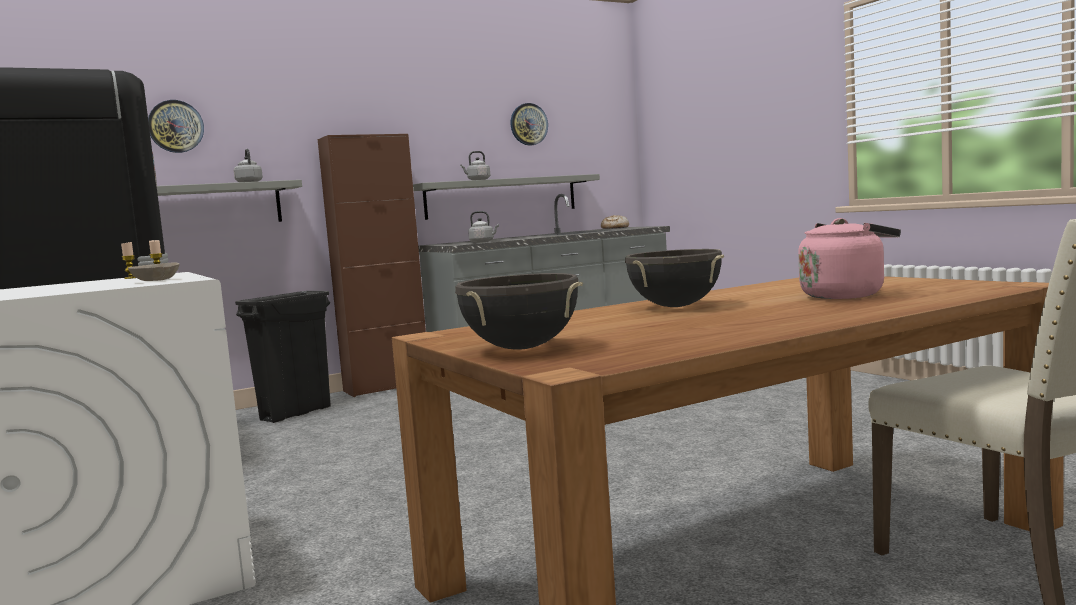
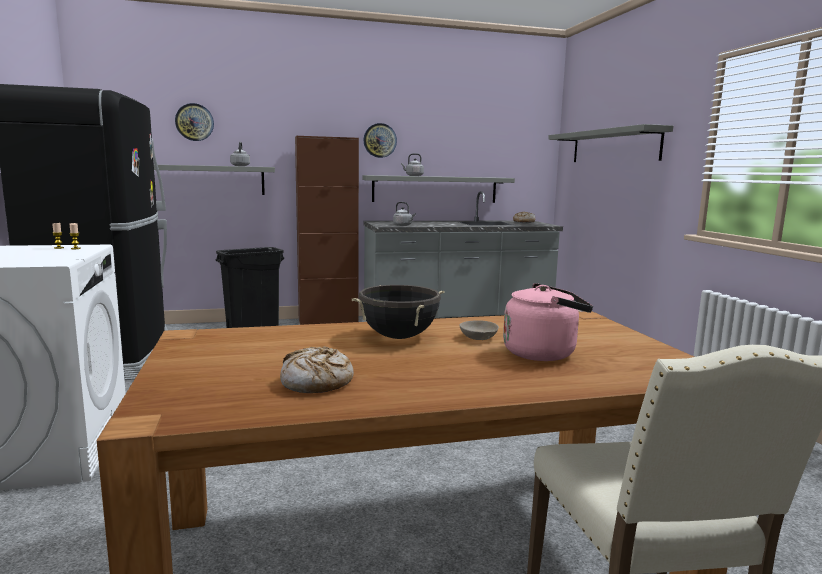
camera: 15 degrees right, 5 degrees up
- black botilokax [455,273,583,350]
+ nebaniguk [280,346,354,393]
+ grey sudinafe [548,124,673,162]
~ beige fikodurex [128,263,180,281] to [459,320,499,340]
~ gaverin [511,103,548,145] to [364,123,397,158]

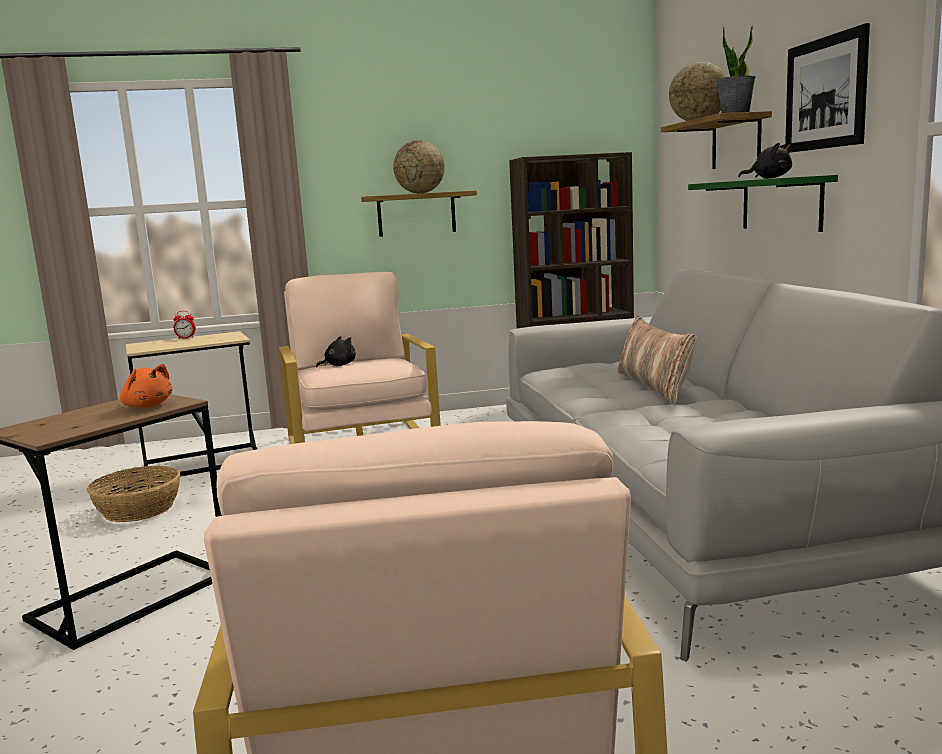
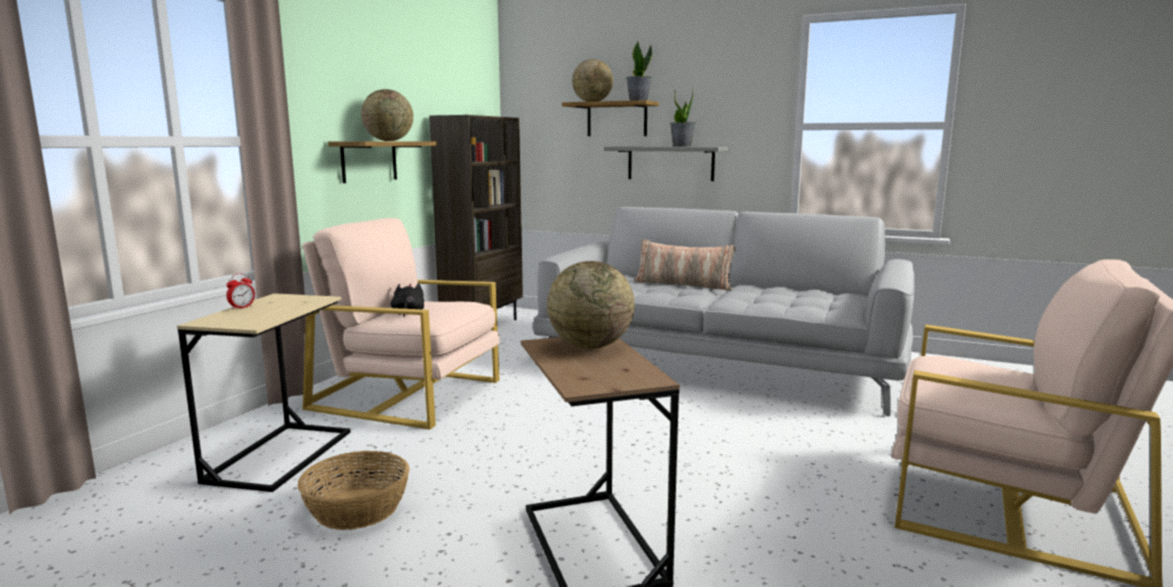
camera: 55 degrees left, 0 degrees up
- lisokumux [785,23,870,153]
~ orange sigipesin [120,364,173,408] to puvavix [547,261,634,349]
~ black sigipesin [738,143,792,179] to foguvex [670,89,696,147]
~ green sudinafe [688,175,838,232] to grey sudinafe [604,146,728,181]

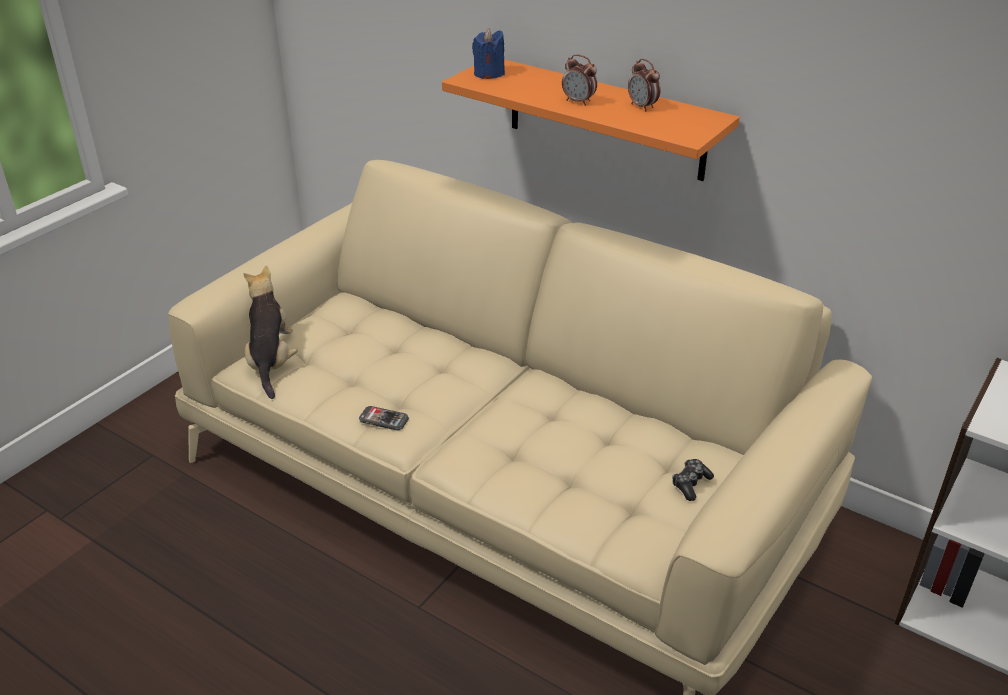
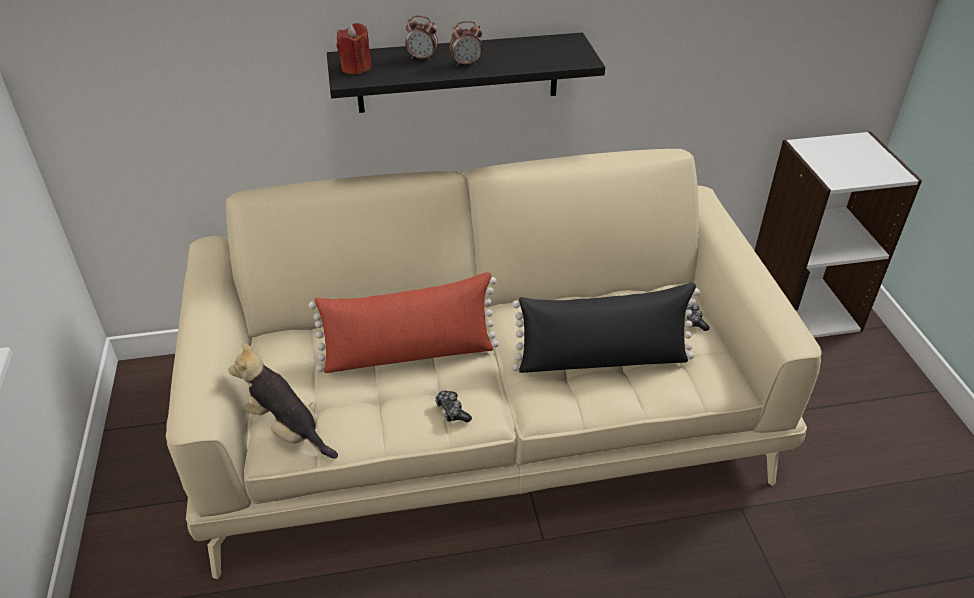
camera: 45 degrees left, 5 degrees up
+ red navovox [309,272,499,373]
+ black navovox [512,283,700,373]
~ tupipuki [628,59,660,111] to [405,16,438,61]
~ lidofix [359,406,409,431] to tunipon [435,390,472,422]
~ orange sudinafe [442,59,740,181] to black sudinafe [327,33,605,113]
~ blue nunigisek [472,29,505,79] to red nunigisek [337,23,371,74]

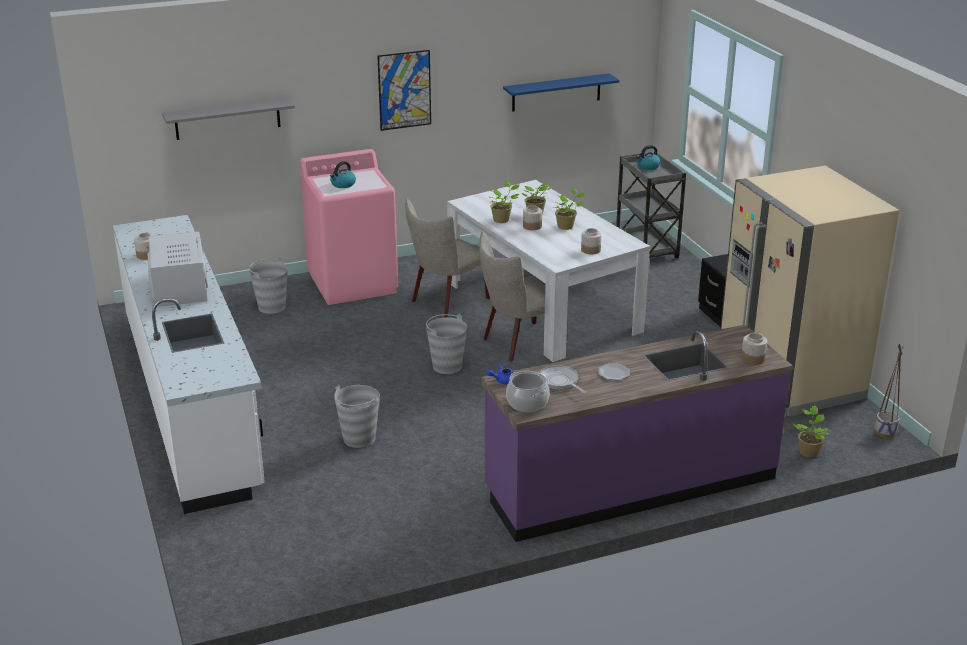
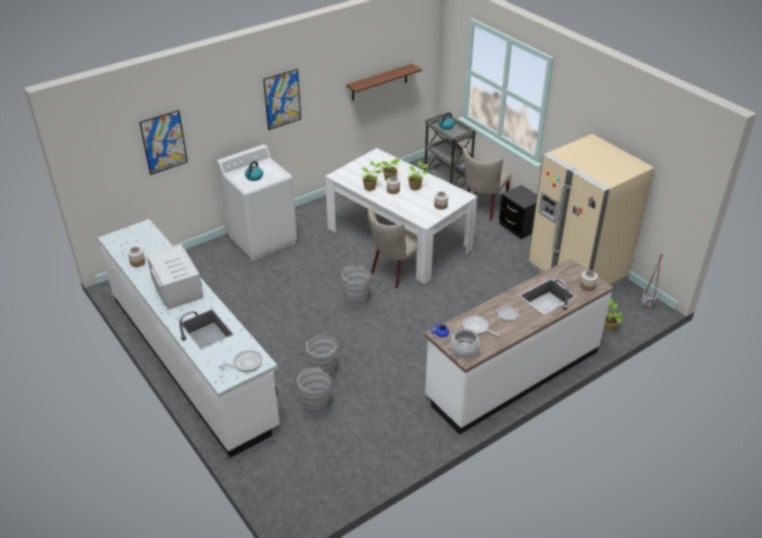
camera: 15 degrees left, 10 degrees up
+ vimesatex [219,350,262,372]
~ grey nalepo [249,257,288,314] to [297,366,331,415]
~ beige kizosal [405,199,490,317] to [463,147,511,220]
~ grey sudinafe [162,98,295,140] to lisokumux [139,110,188,175]
~ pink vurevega [300,149,398,305] to white vurevega [217,144,297,260]
~ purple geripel [482,325,793,542] to white geripel [425,258,613,434]
~ blue sudinafe [503,73,620,112] to brown sudinafe [346,64,422,100]

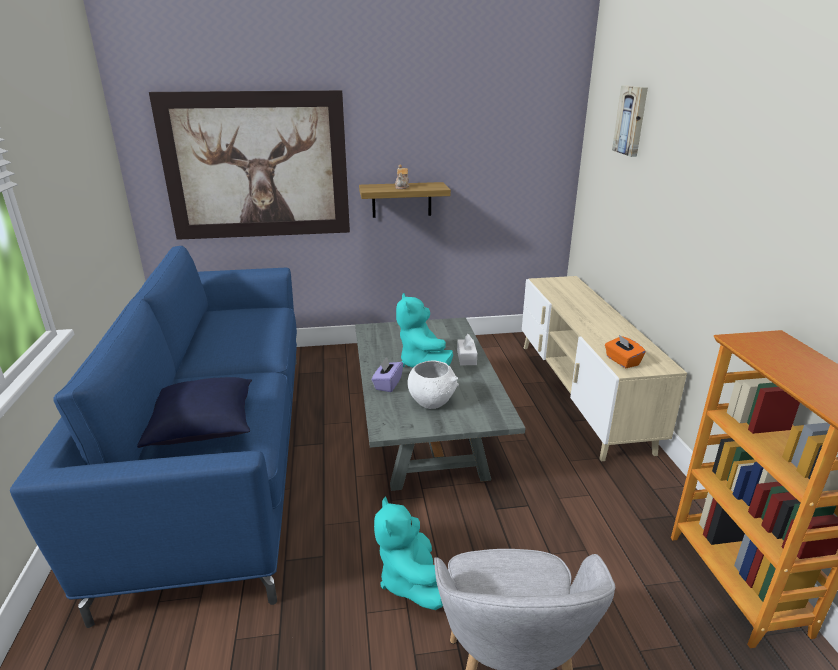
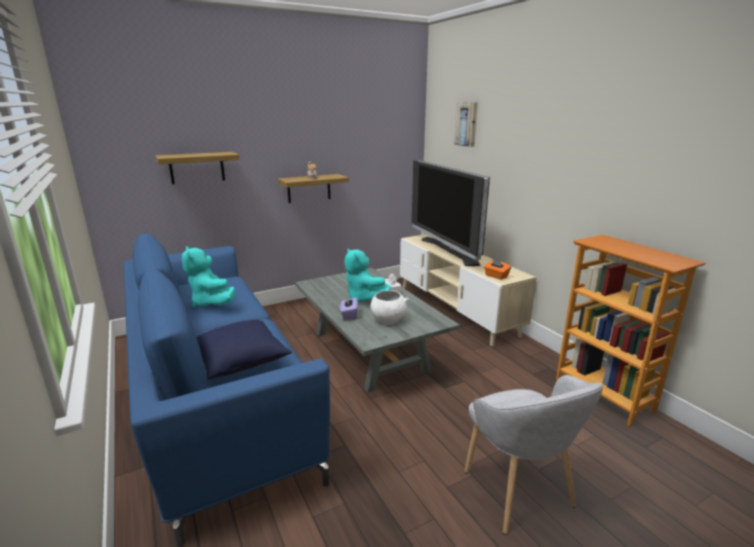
camera: 20 degrees left, 5 degrees down
+ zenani [412,160,490,266]
~ turquoise sigipesin [374,497,443,610] to [182,246,235,308]
~ lisokumux [149,90,350,240] to sudinafe [155,152,240,184]

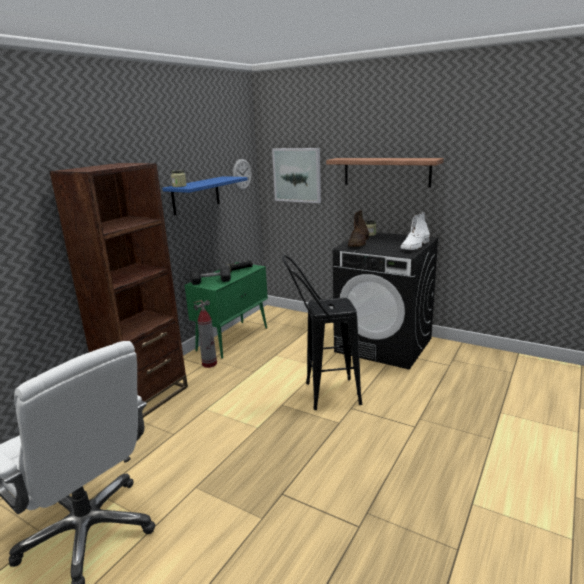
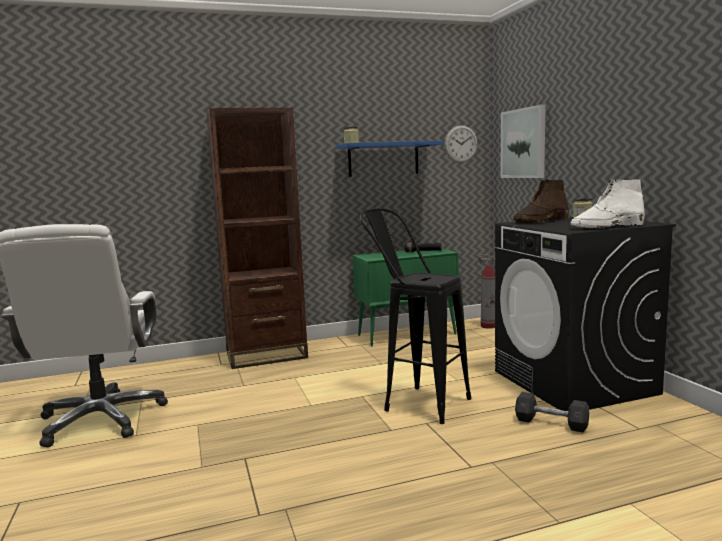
camera: 40 degrees right, 10 degrees down
- sudinafe [326,158,444,188]
~ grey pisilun [190,265,231,285] to [515,392,589,432]
~ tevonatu [193,300,217,368] to [479,254,495,329]

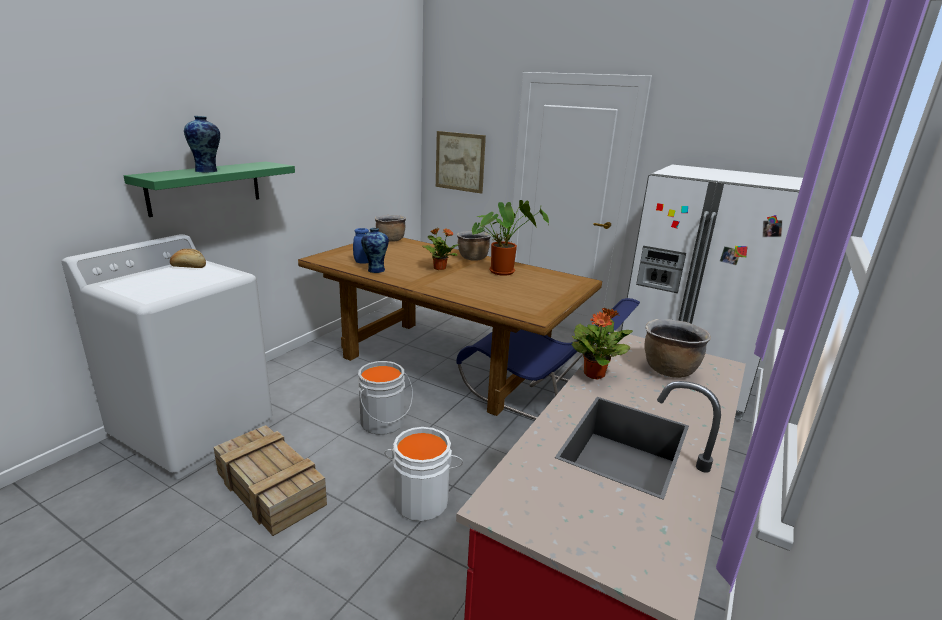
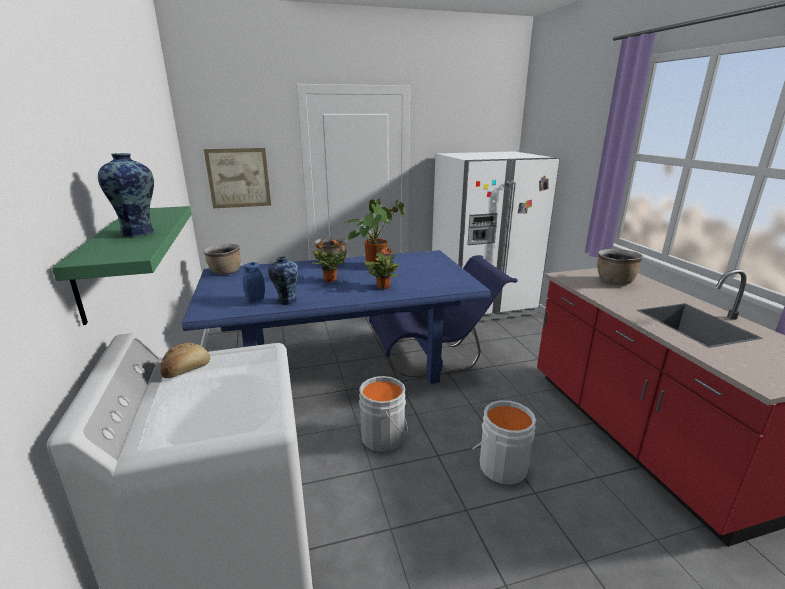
camera: 45 degrees left, 0 degrees up
- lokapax [213,425,327,536]
~ foguvex [572,308,633,380] to [365,245,399,289]
~ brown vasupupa [298,238,602,416] to blue vasupupa [182,250,491,384]

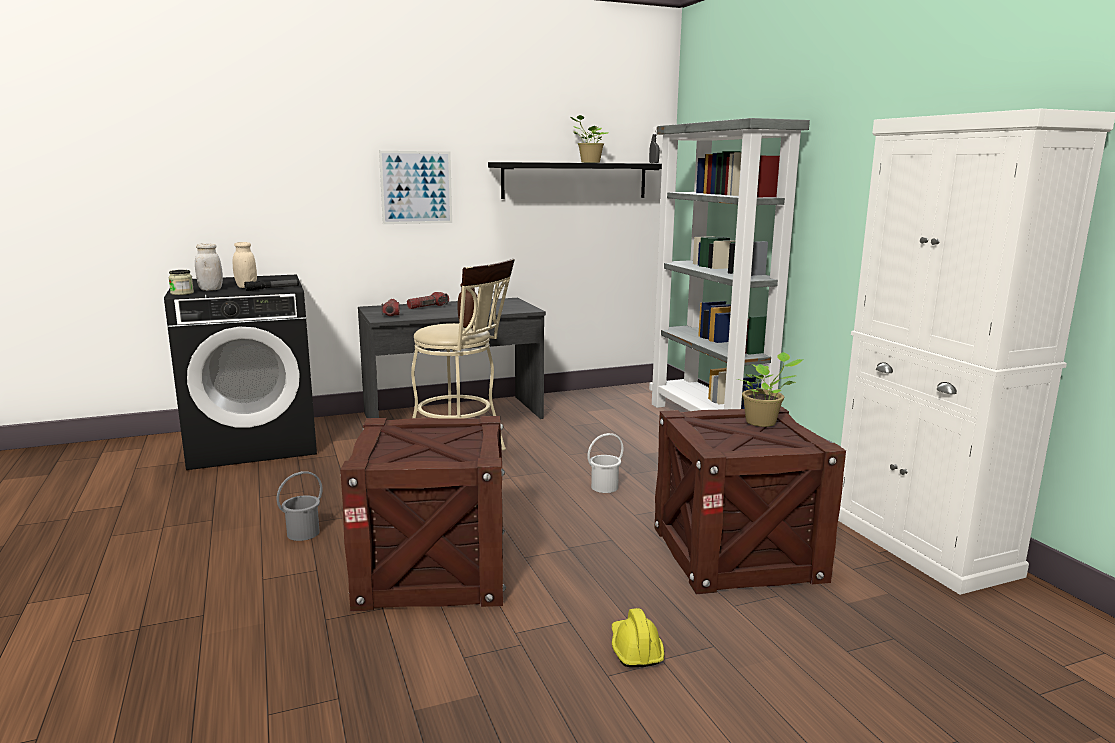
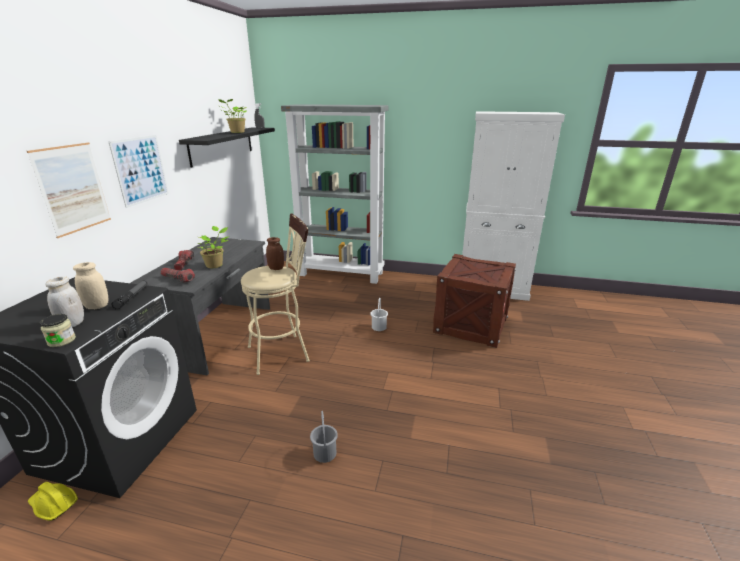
camera: 55 degrees left, 10 degrees up
- lokapax [340,416,506,612]
+ lisokumux [27,142,111,238]
~ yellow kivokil [612,608,664,667] to [28,482,78,521]
~ foguvex [742,352,804,427] to [197,226,228,268]

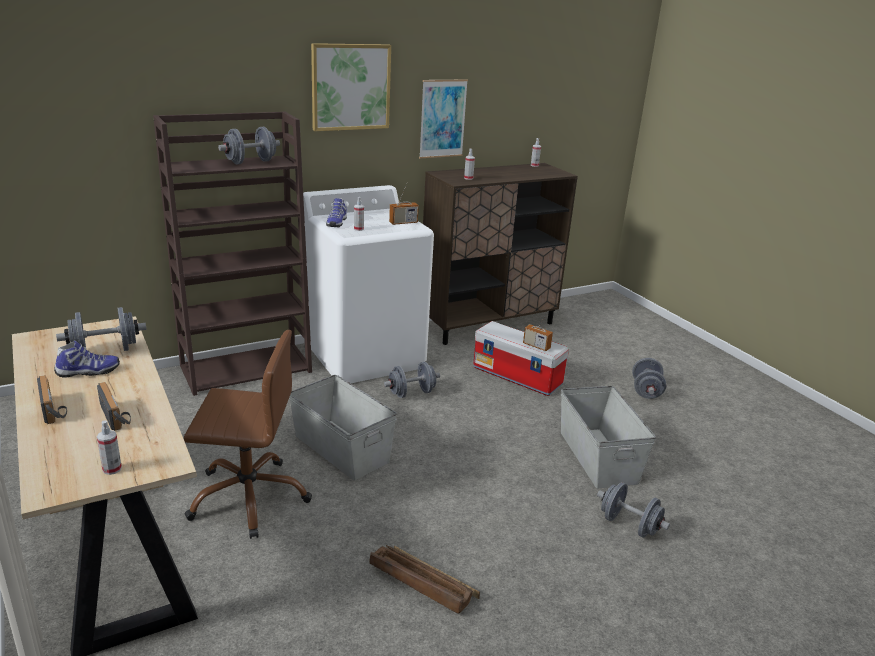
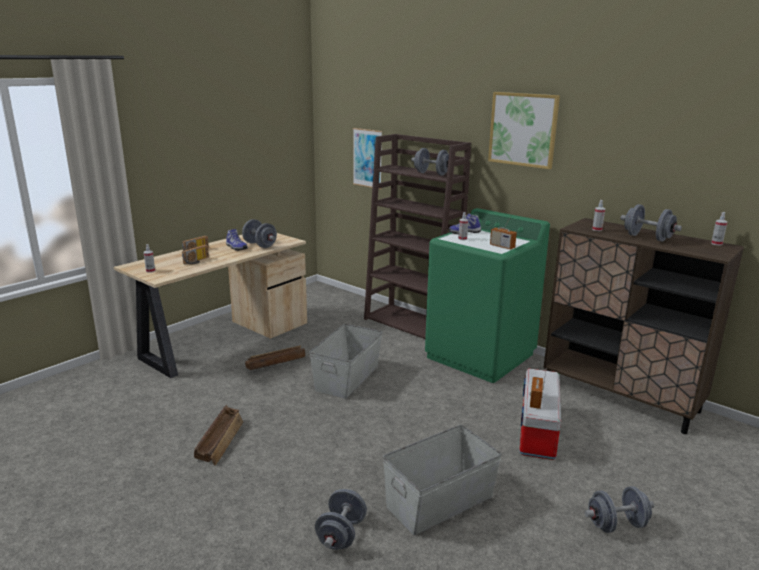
camera: 70 degrees right, 5 degrees down
~ grey pisilun [384,362,440,398] to [620,204,682,242]
~ lisokumux [419,79,468,158] to [353,128,382,189]
~ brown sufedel [184,330,312,539] to lokapax [245,346,305,370]
~ white vurevega [303,185,434,383] to green vurevega [425,208,550,383]

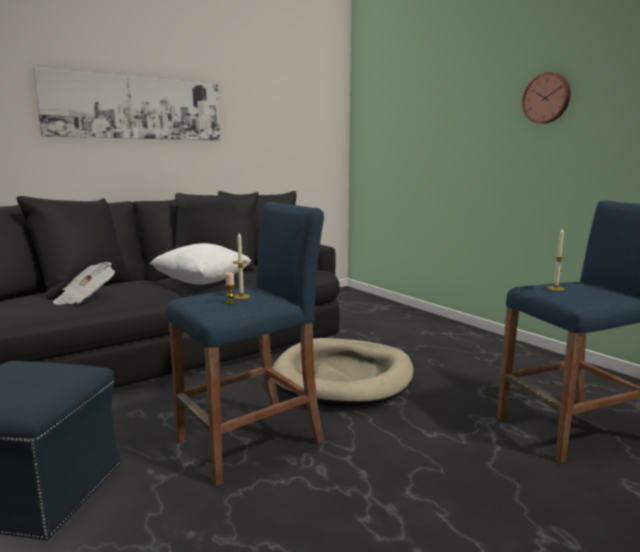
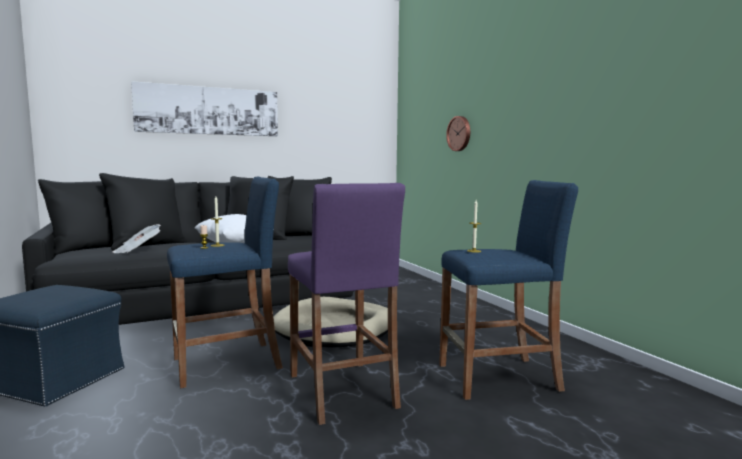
camera: 10 degrees right, 5 degrees down
+ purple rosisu [288,183,405,425]
~ gaverin [522,72,571,124] to [446,116,470,151]

